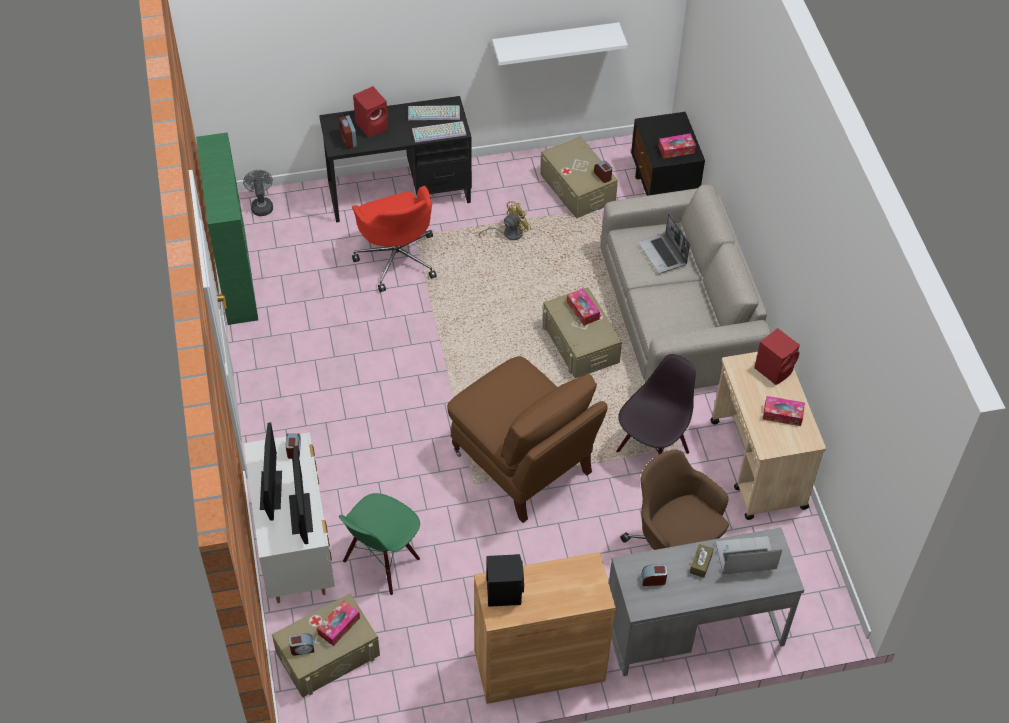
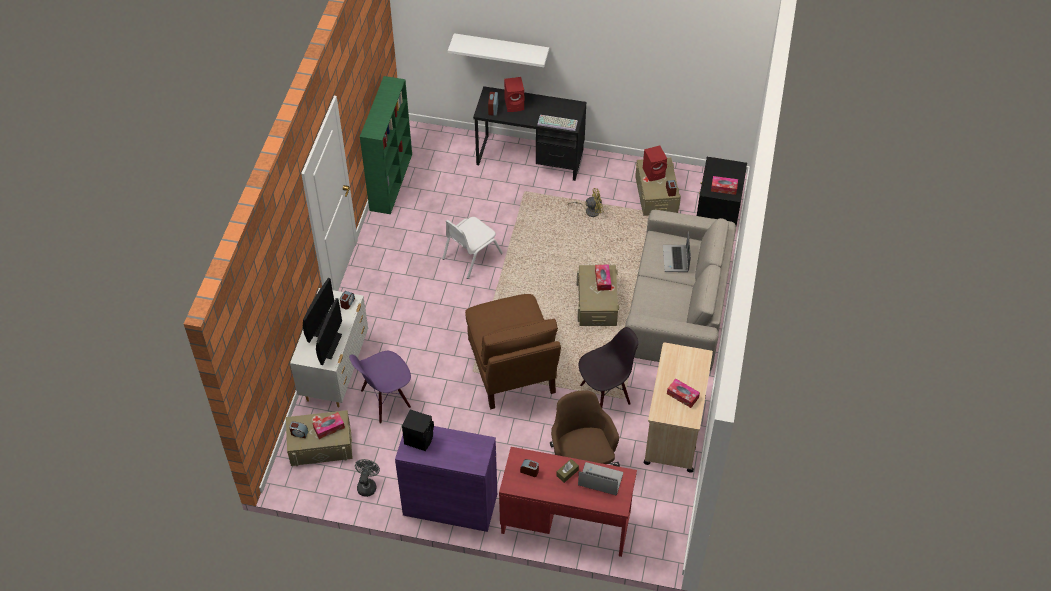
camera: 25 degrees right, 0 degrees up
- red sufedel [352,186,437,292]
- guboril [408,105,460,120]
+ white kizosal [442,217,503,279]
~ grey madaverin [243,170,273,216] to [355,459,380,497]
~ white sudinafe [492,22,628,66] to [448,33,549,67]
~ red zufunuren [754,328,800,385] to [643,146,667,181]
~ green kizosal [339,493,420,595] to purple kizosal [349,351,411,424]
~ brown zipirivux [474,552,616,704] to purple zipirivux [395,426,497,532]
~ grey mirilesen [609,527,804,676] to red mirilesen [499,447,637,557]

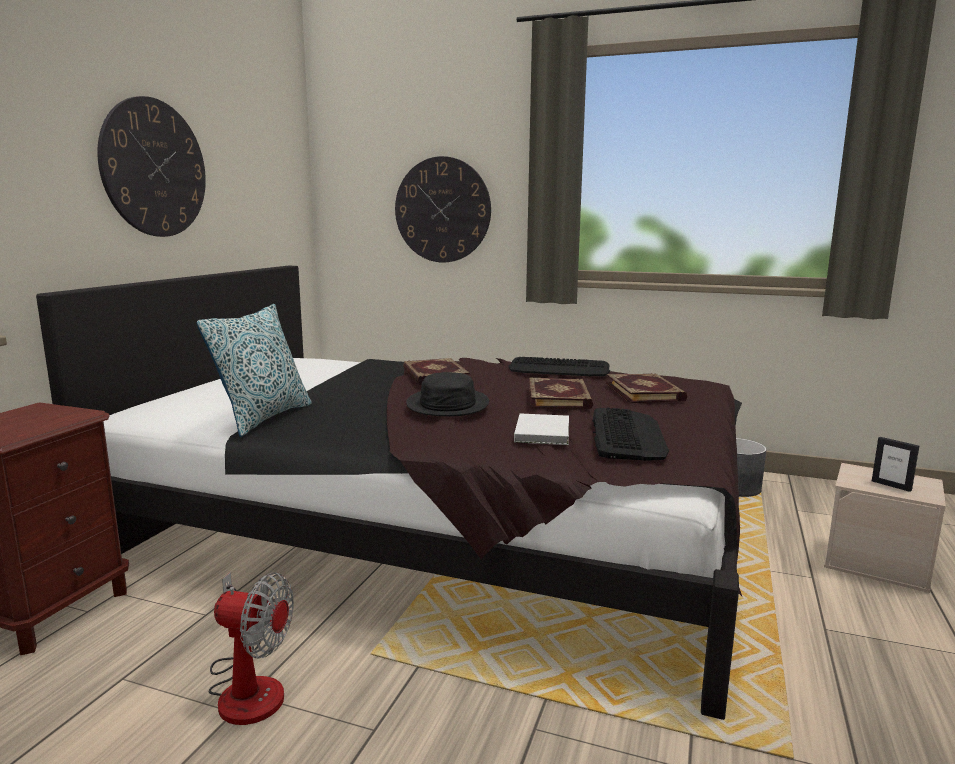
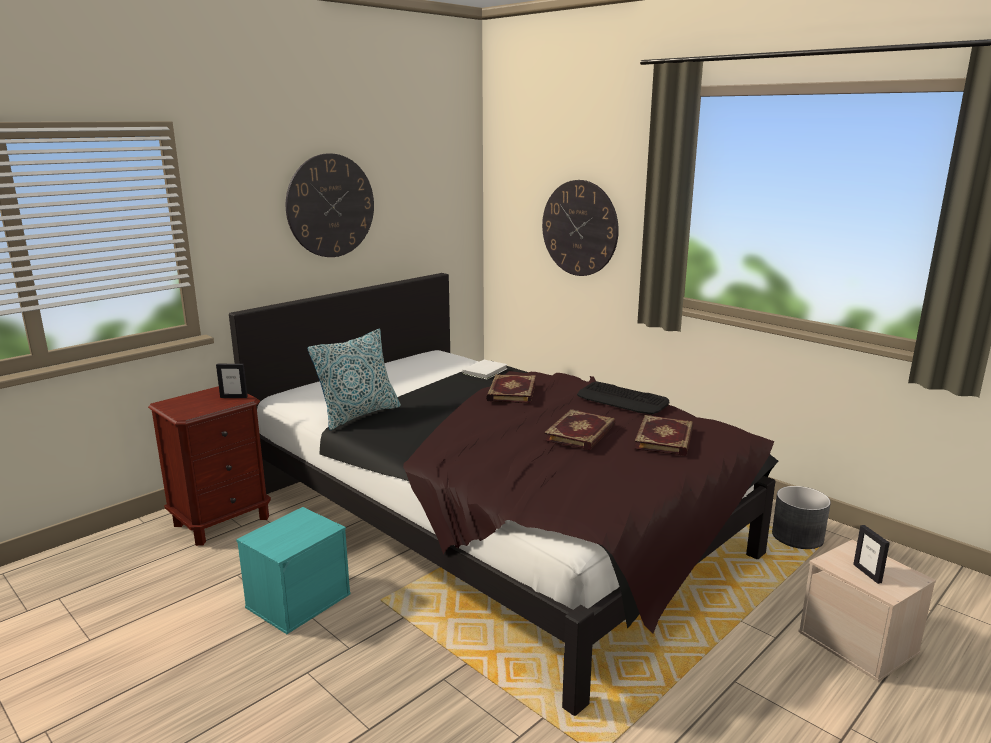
camera: 25 degrees right, 5 degrees up
- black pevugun [406,372,489,416]
- guboril [593,407,669,461]
+ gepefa [216,364,248,398]
~ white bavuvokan [514,413,569,445] to [462,360,508,379]
~ madaverin [209,572,294,725] to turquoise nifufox [236,507,351,634]

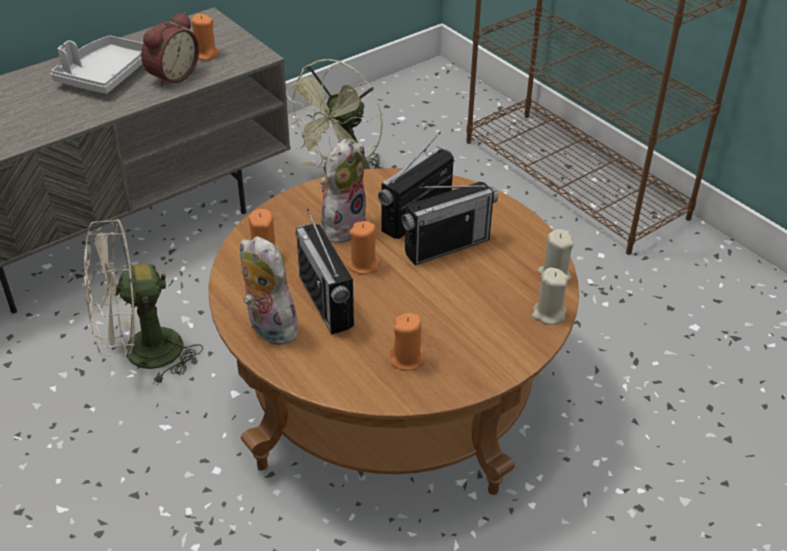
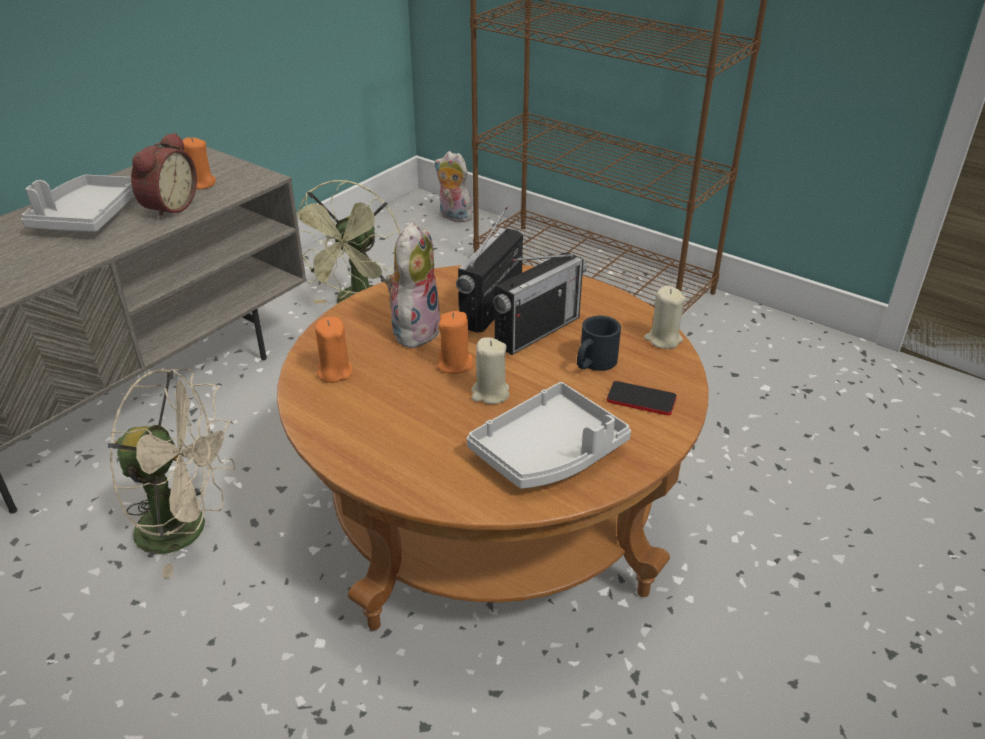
camera: 15 degrees left, 5 degrees down
- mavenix [295,208,354,335]
+ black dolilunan [577,316,621,371]
+ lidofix [606,381,677,415]
~ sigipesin [240,236,298,345] to [434,151,472,222]
~ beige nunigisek [532,267,569,325] to [471,338,509,404]
~ orange nunigisek [390,313,425,371] to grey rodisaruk [467,382,631,489]
~ beige madaverin [84,219,203,385] = [108,368,235,578] 135 degrees counterclockwise

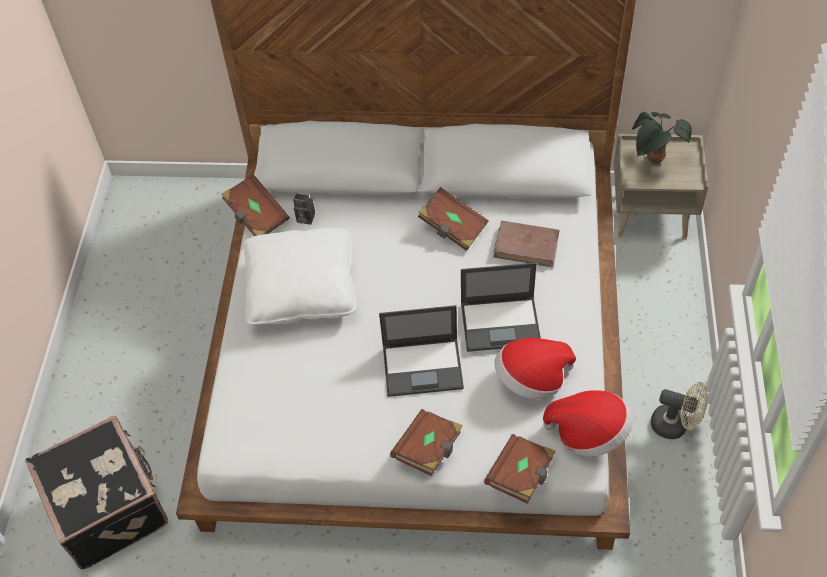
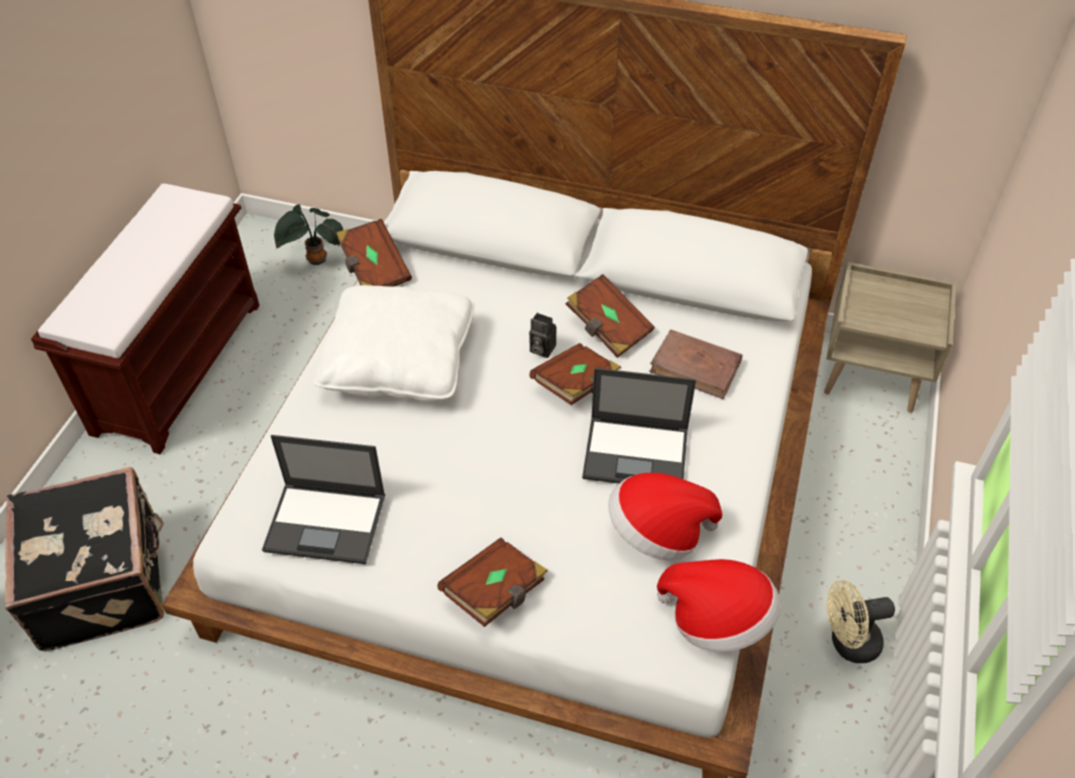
camera: 10 degrees right, 5 degrees down
+ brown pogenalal [31,183,259,454]
~ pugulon [293,193,315,225] to [529,313,557,358]
~ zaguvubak [379,305,464,397] to [262,435,385,564]
~ brown bavuvokan [484,434,555,504] to [529,343,621,405]
~ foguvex [632,112,692,163] to [274,204,343,265]
~ beige madaverin [651,382,708,439] = [827,580,895,663] 135 degrees clockwise

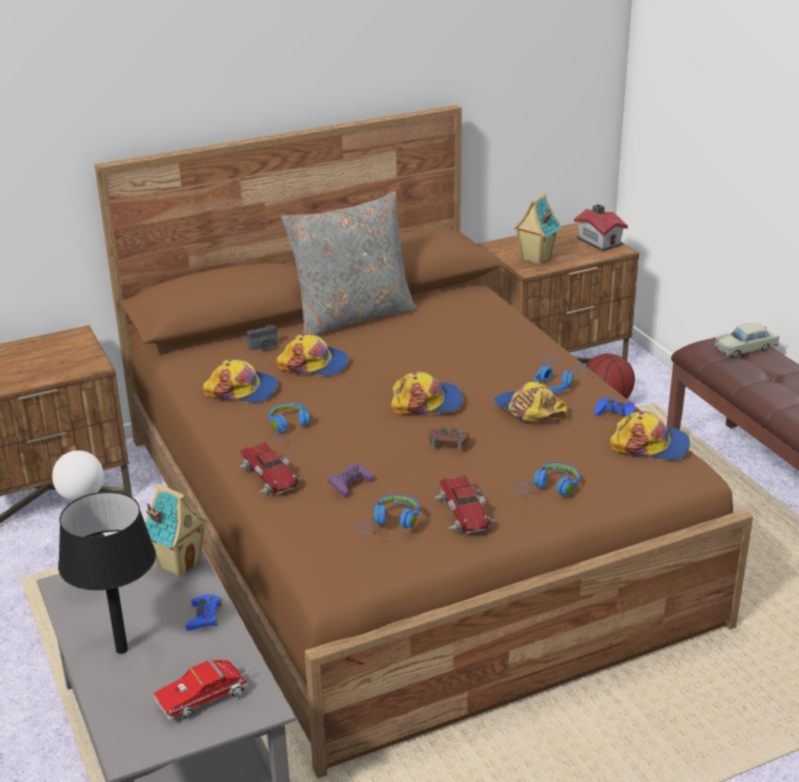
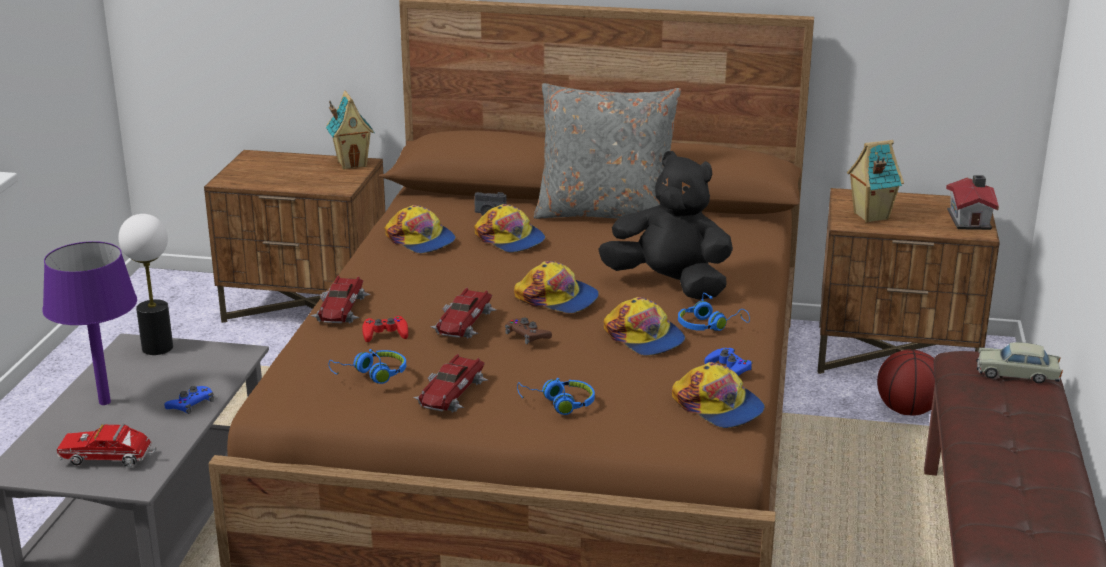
camera: 35 degrees right, 5 degrees down
- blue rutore [268,403,310,440]
+ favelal [430,287,496,339]
+ black sigipesin [598,151,733,300]
~ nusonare [144,484,209,577] to [326,91,375,170]
~ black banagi [58,492,156,654] to purple banagi [42,241,137,405]
~ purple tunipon [328,463,374,497] to red tunipon [362,316,408,342]
~ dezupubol [494,382,568,422] = [603,297,685,356] 150 degrees clockwise

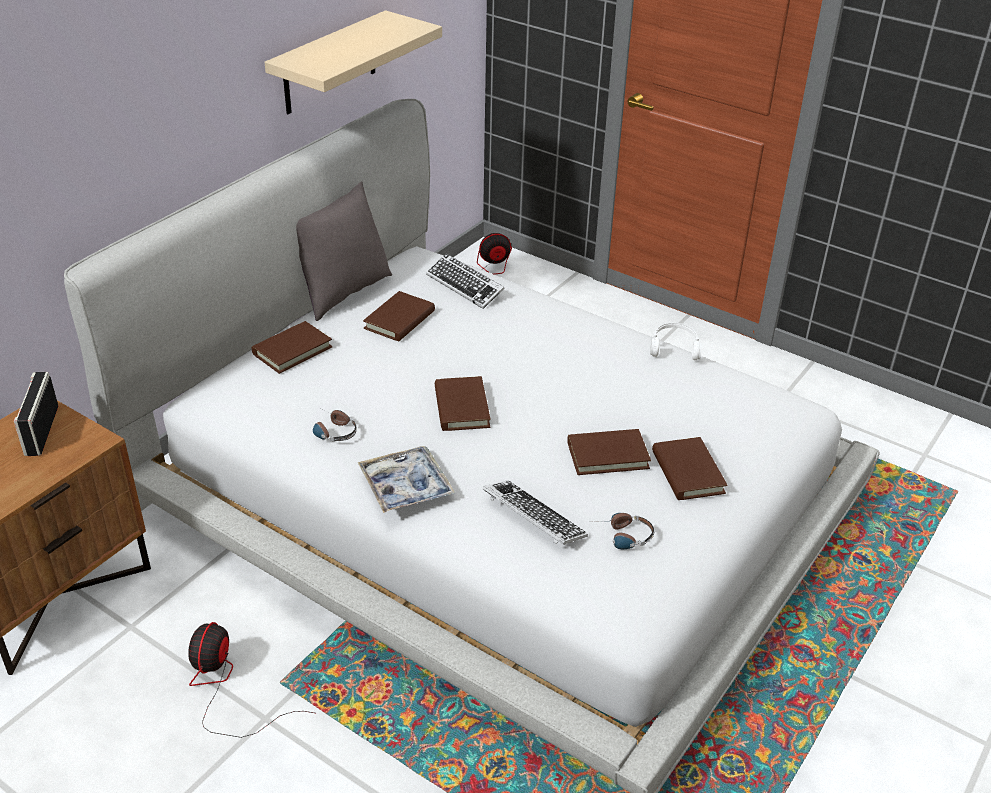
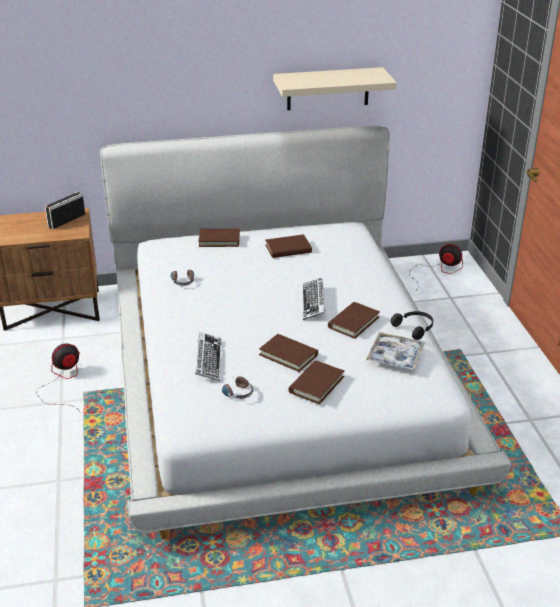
camera: 45 degrees right, 5 degrees down
- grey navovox [296,181,392,321]
~ rodisaruk [357,446,455,513] to [366,332,425,370]
~ guboril [426,254,505,309] to [302,278,325,320]
~ brown bavuvokan [435,376,491,431] to [328,302,380,339]
~ white rutore [650,323,702,360] to black rutore [390,311,433,340]

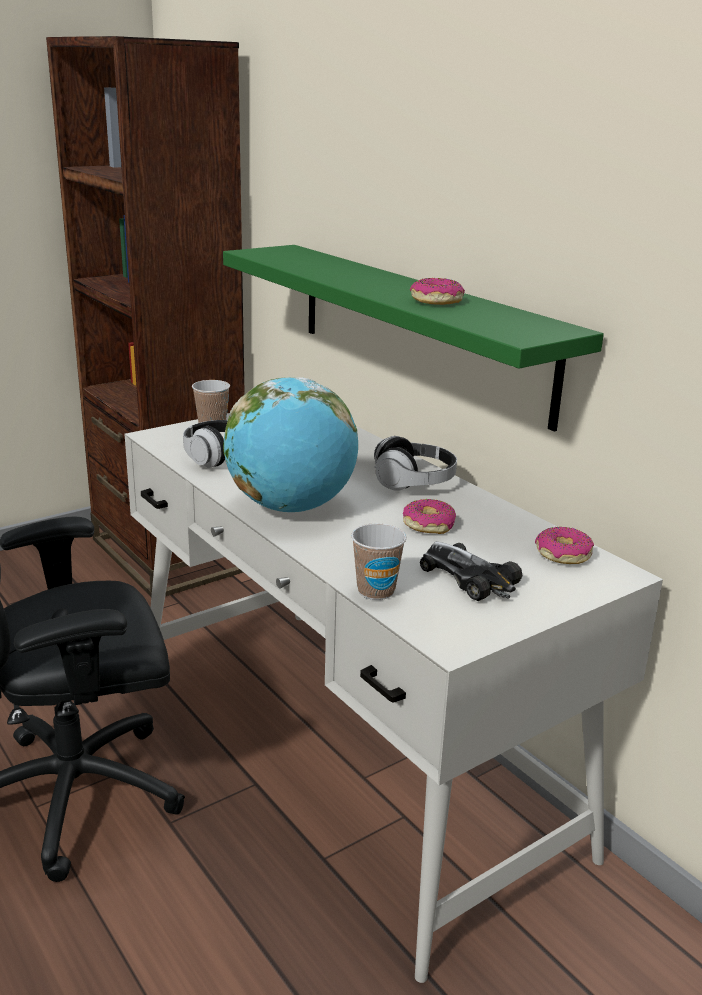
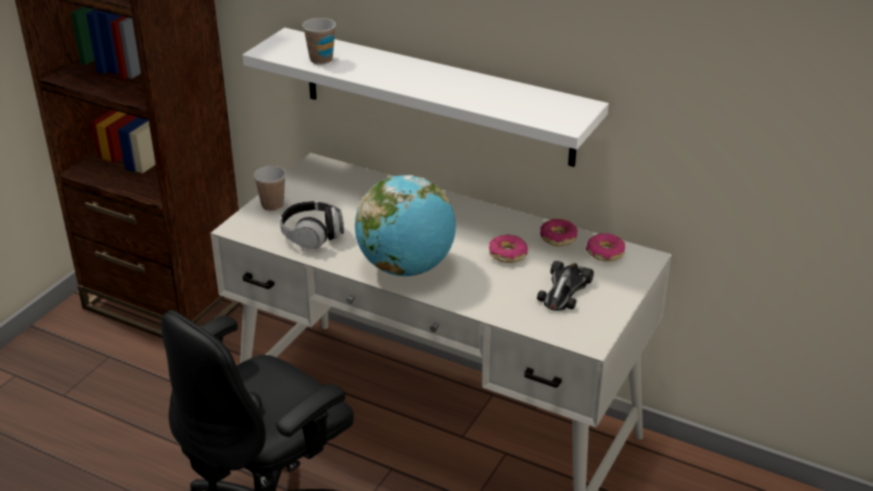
camera: 25 degrees left, 10 degrees up
- rutore [374,436,457,491]
~ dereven [351,523,406,600] to [303,18,336,65]
~ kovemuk [410,278,465,305] to [540,219,578,246]
~ green sudinafe [223,245,604,431] to white sudinafe [242,28,609,167]
~ favelal [420,541,522,601] = [537,261,594,311] 90 degrees counterclockwise

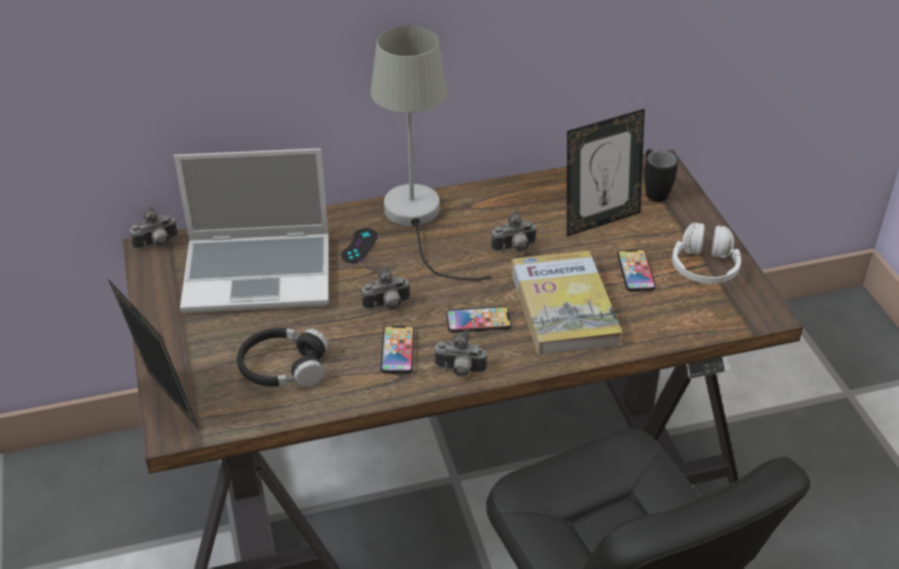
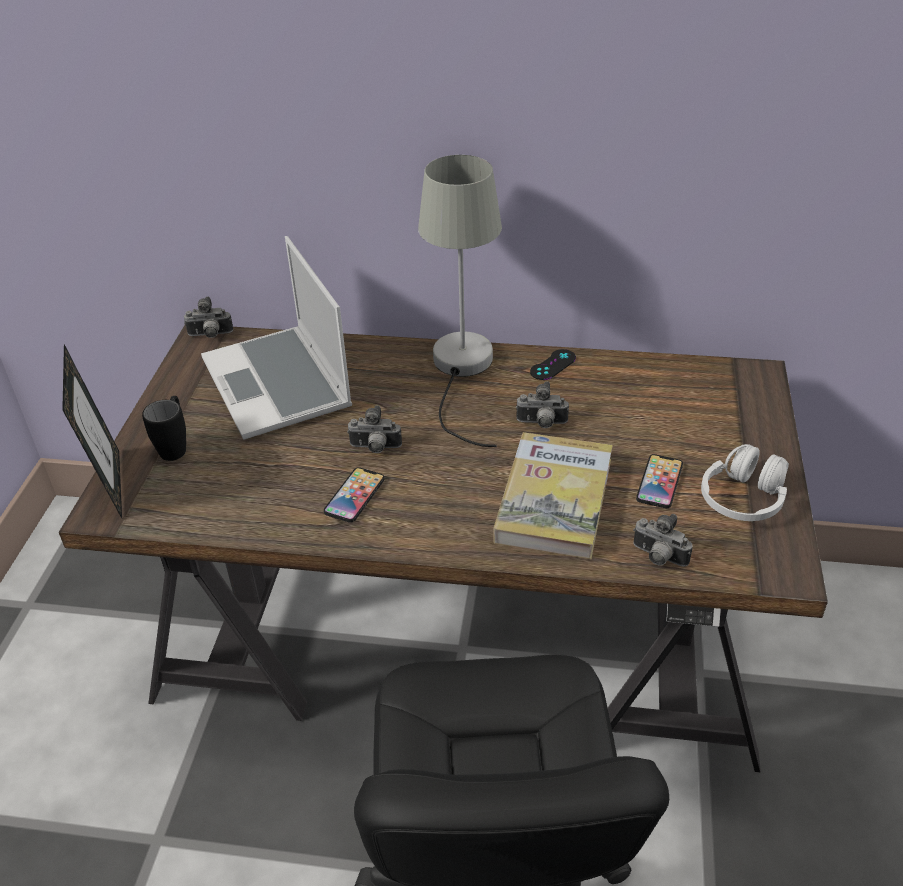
camera: 25 degrees right, 0 degrees up
- black rutore [237,328,328,387]
- lidofix [446,306,512,333]
- gepefa [567,109,645,237]
~ black tunipon [341,228,378,263] to [530,349,576,380]
~ pugulon [434,331,487,377] to [633,514,693,567]
~ black dolilunan [644,149,678,202] to [142,396,186,461]
~ zaguvubak [174,148,329,313] = [201,236,352,440] 45 degrees clockwise

